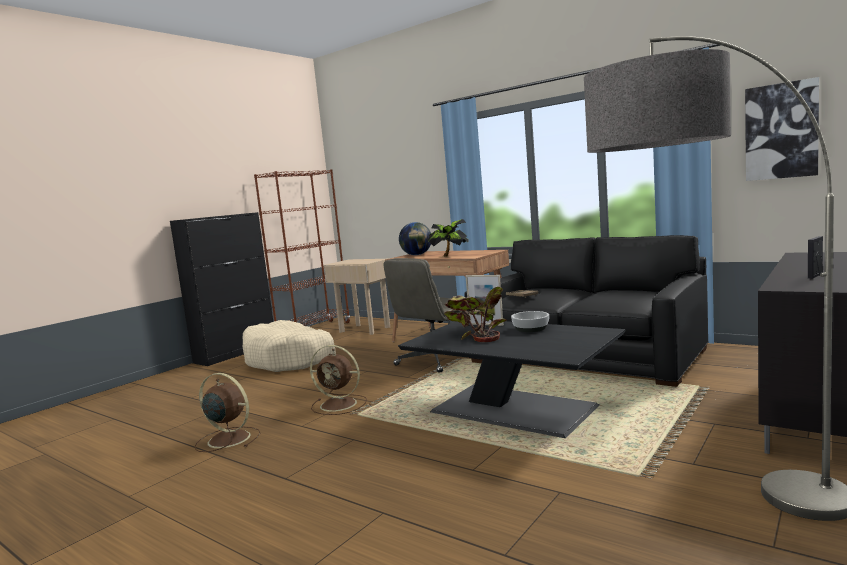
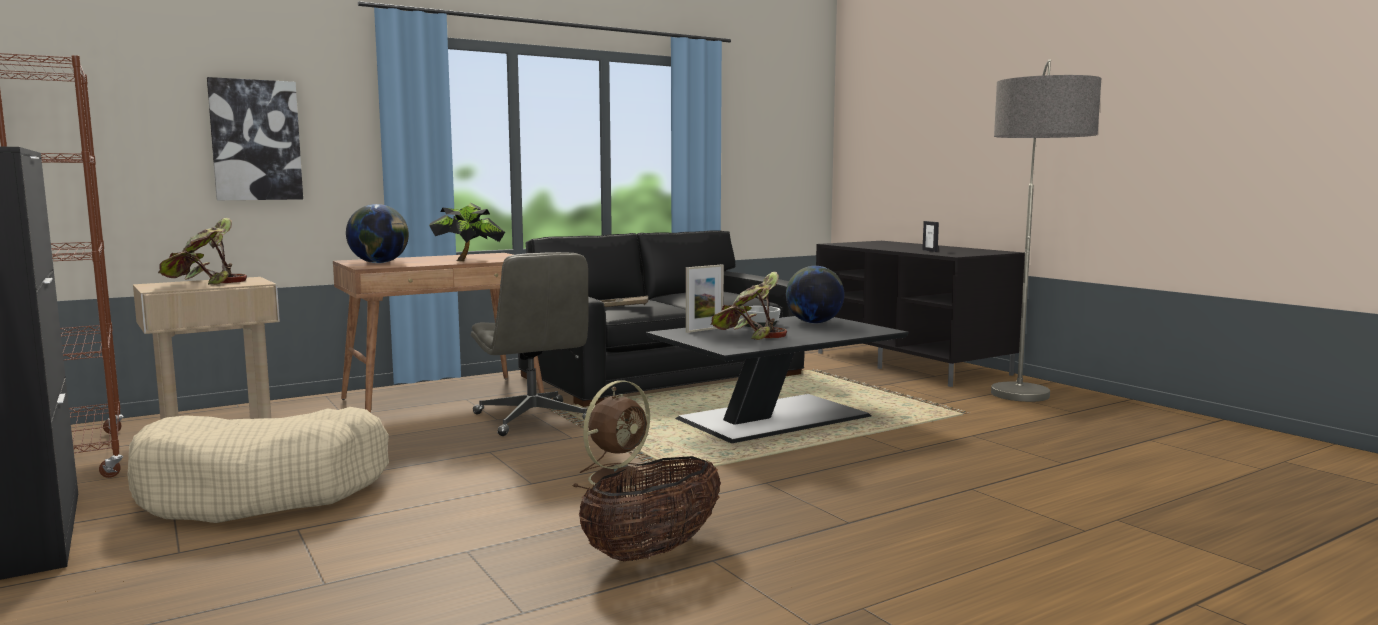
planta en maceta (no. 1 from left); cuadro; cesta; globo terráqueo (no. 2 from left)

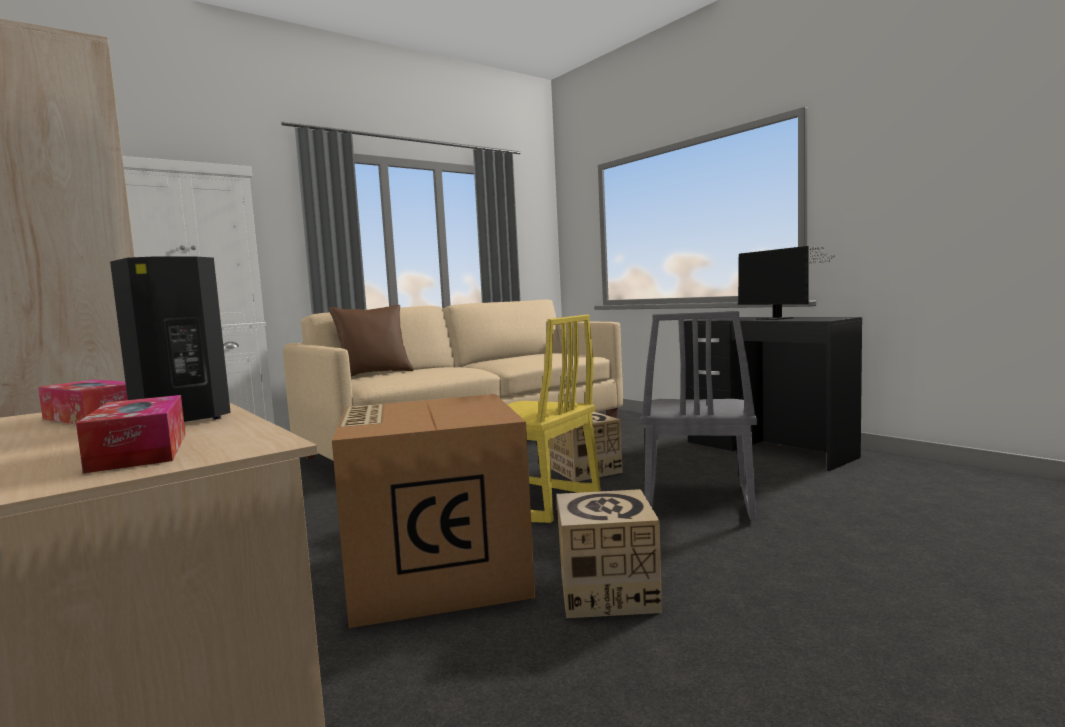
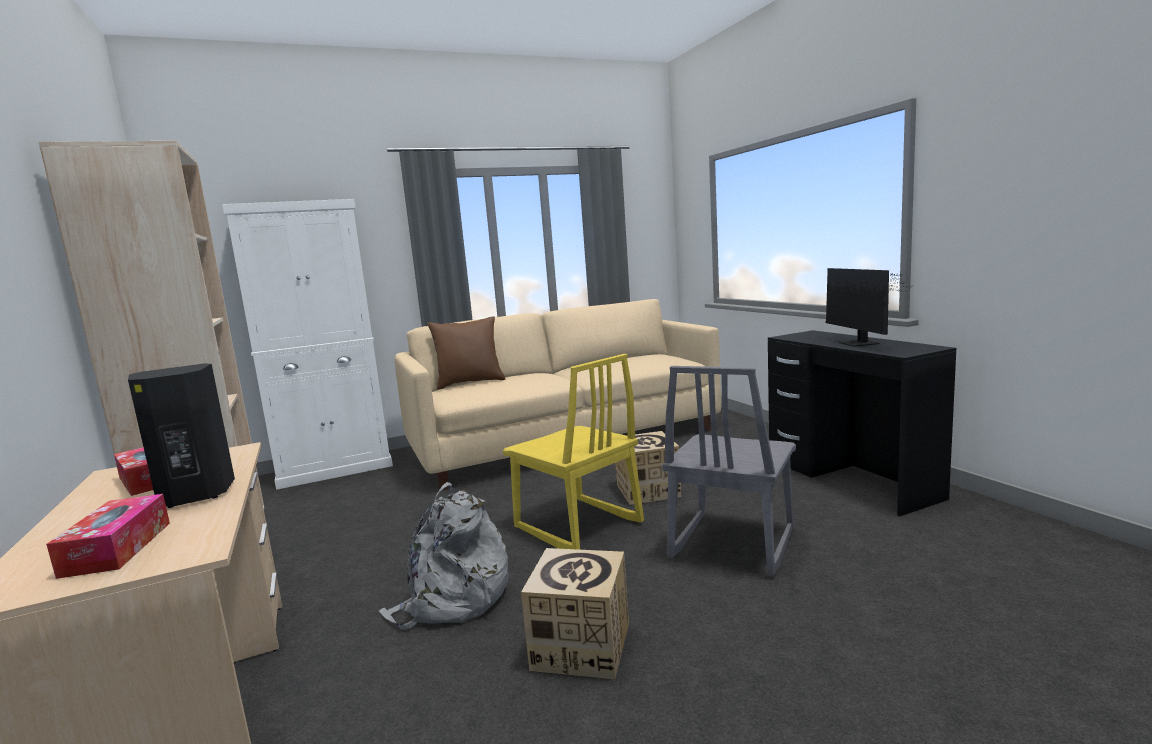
mochila [gris]

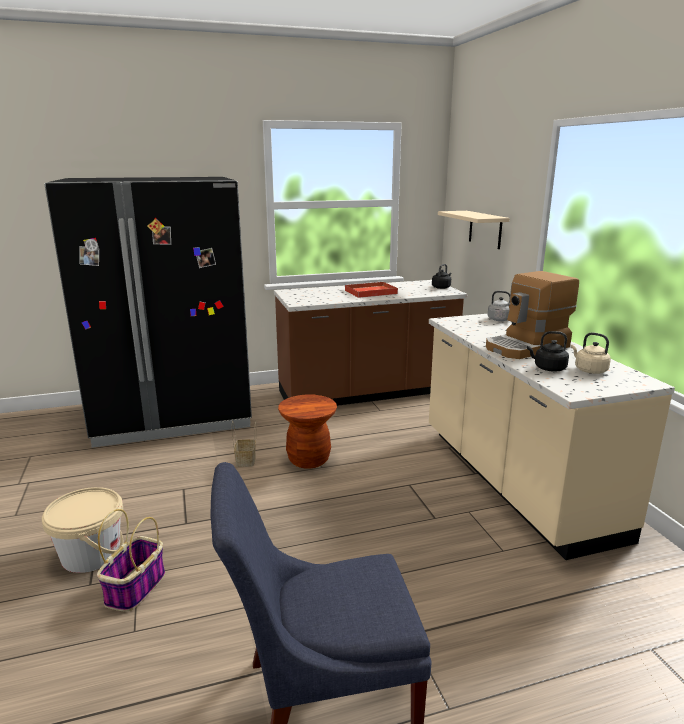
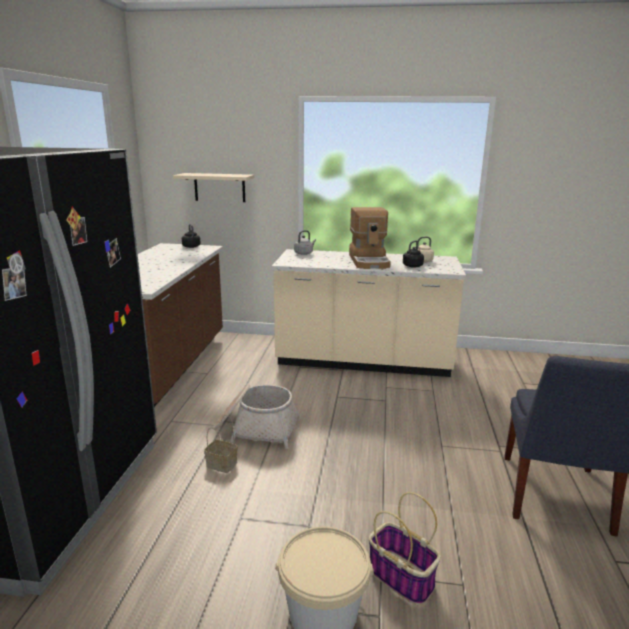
cesta (no. 2 from left); bandeja [rojo]

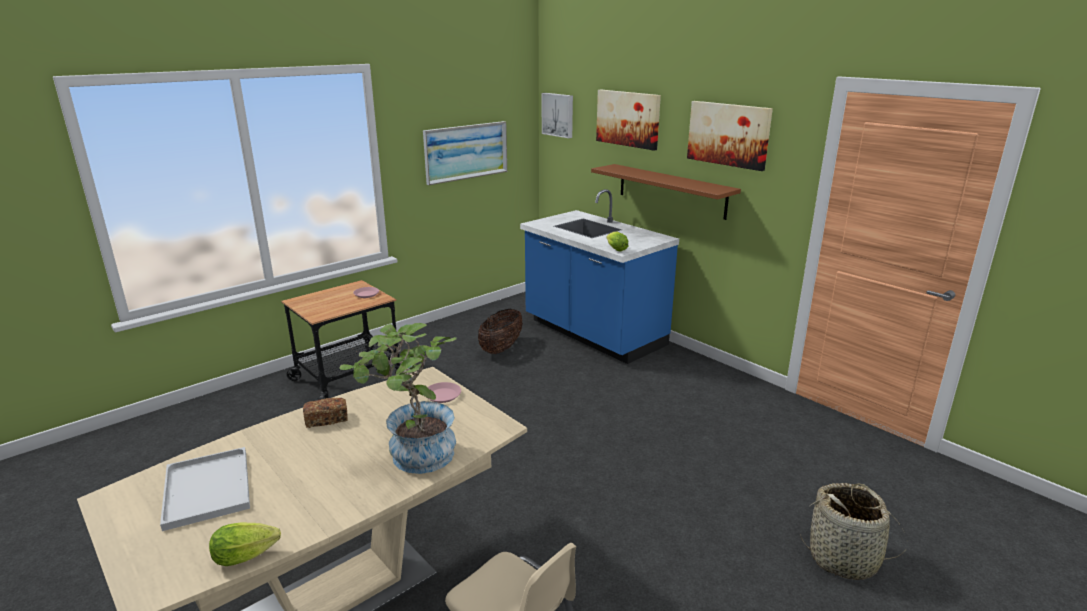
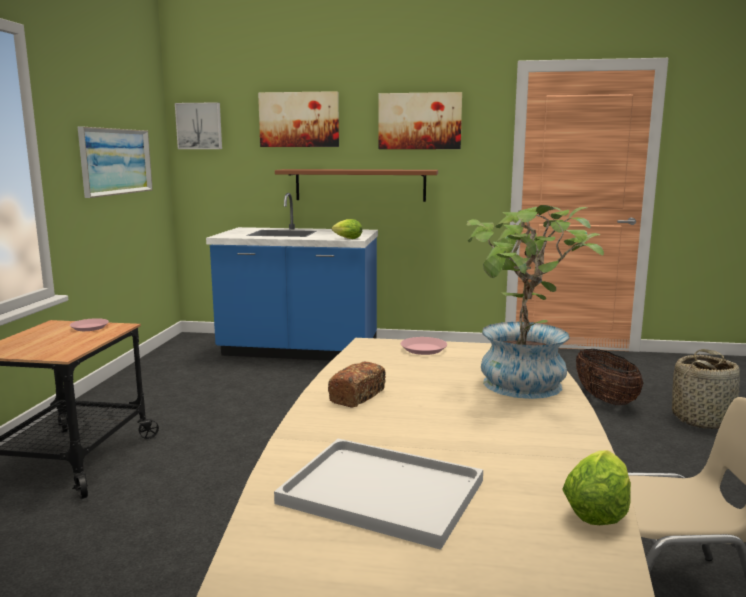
cesta (no. 1 from left)

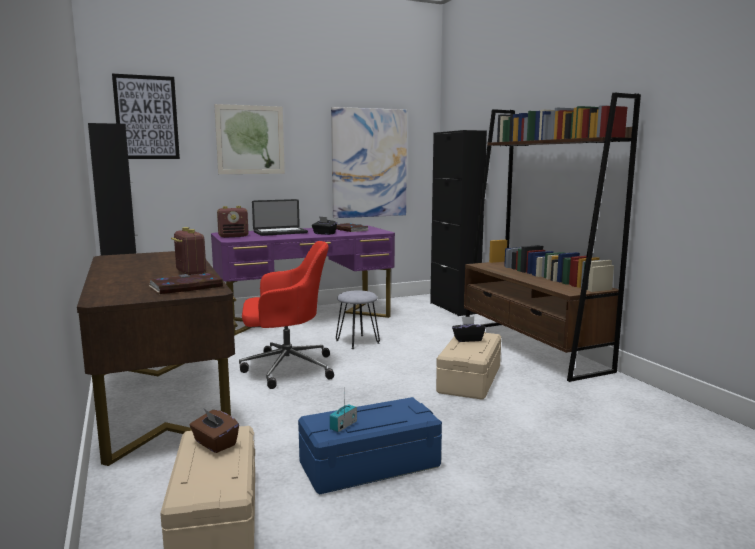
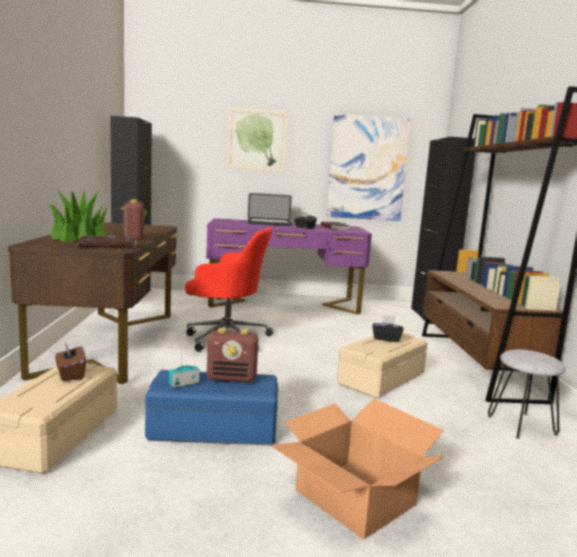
planta en maceta; radio (no. 3 from left); caja de cartón; taburete [gris]; cuadro (no. 1 from left in the first image)

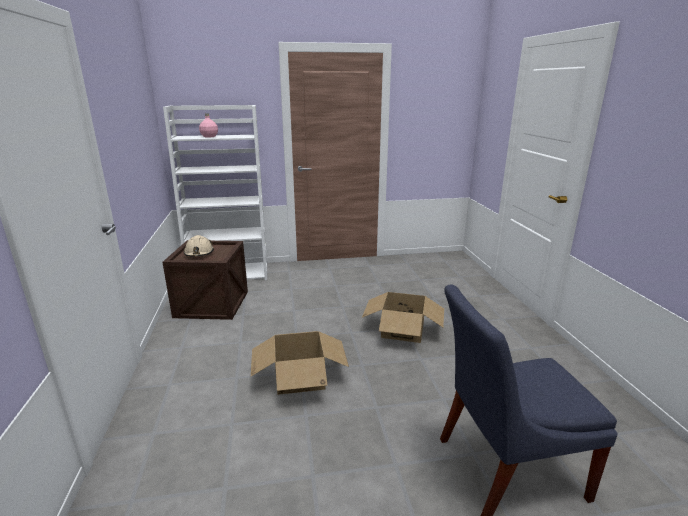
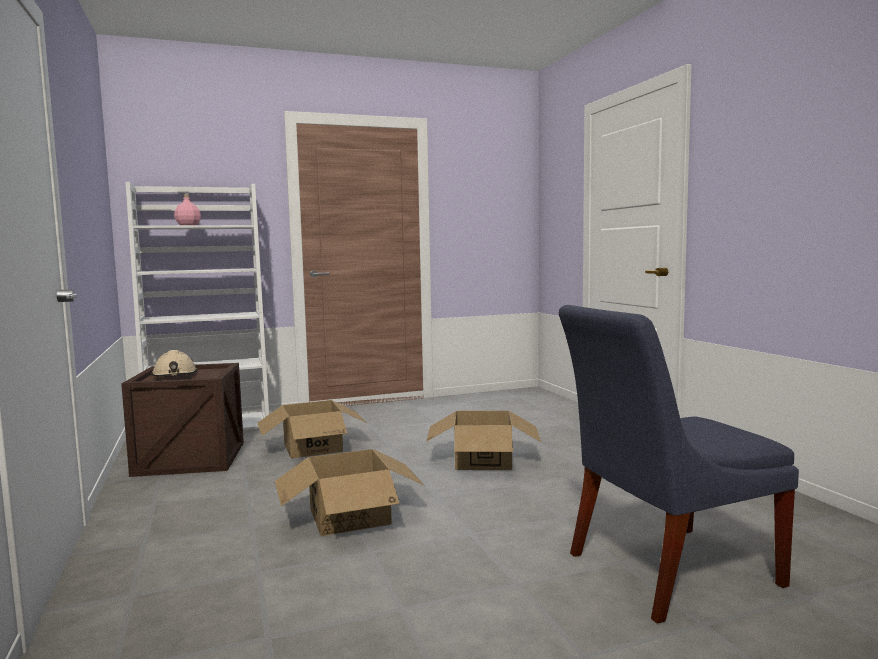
caja de cartón (no. 1 from left)

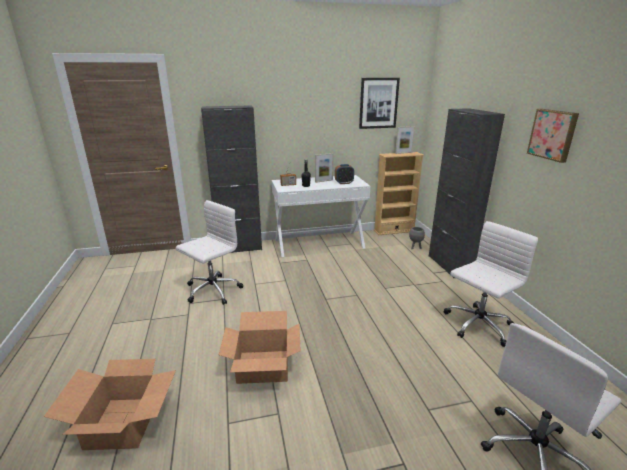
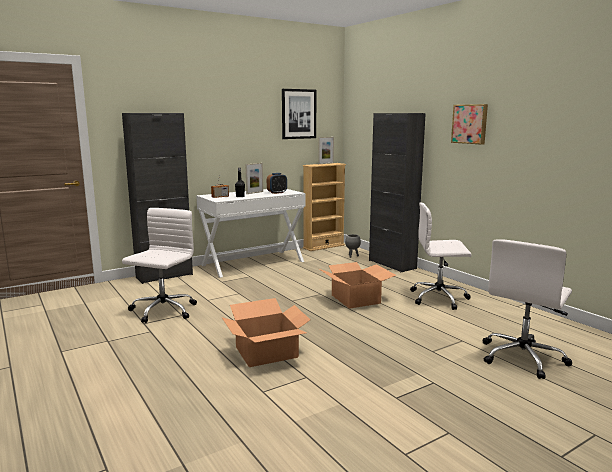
caja de cartón (no. 2 from left); silla de oficina [blanco] (no. 2 from left)

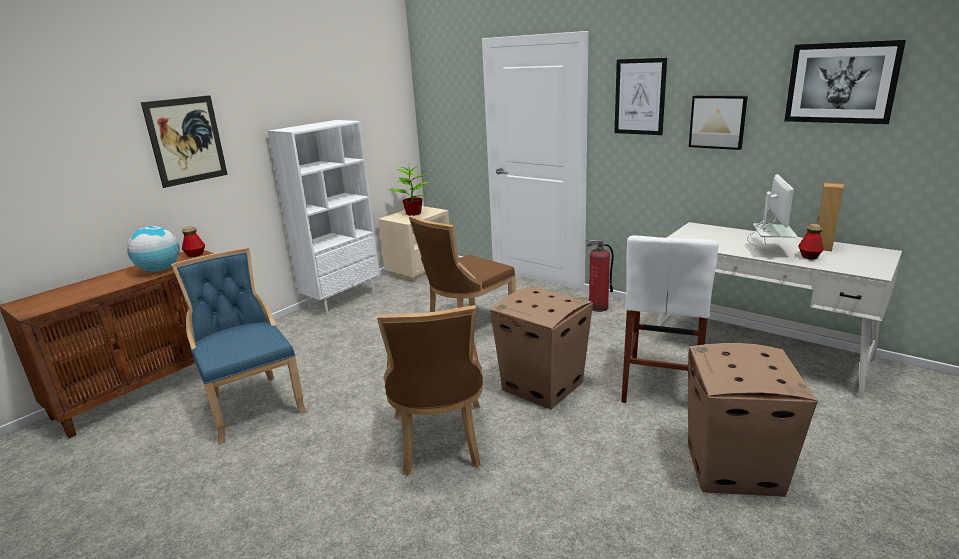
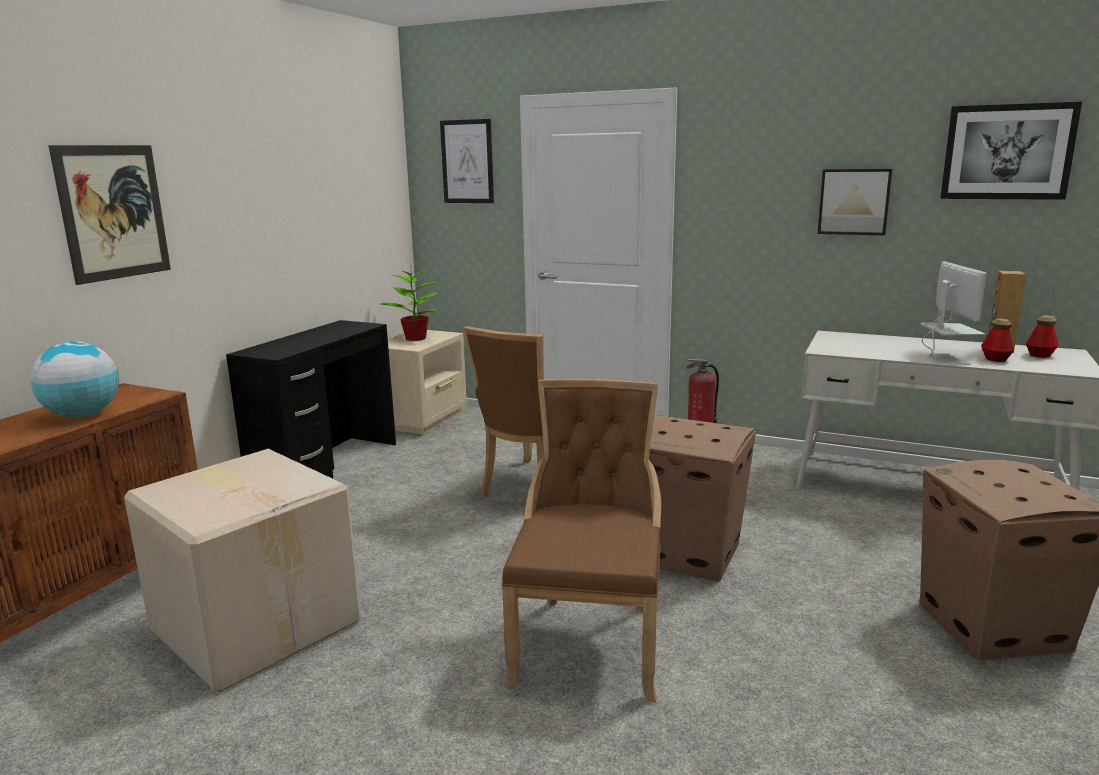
caja de cartón (no. 1 from left); escritorio [negro]; cuadro (no. 2 from left); silla [marrón] (no. 2 from left); botella (no. 2 from left); taburete [blanco]

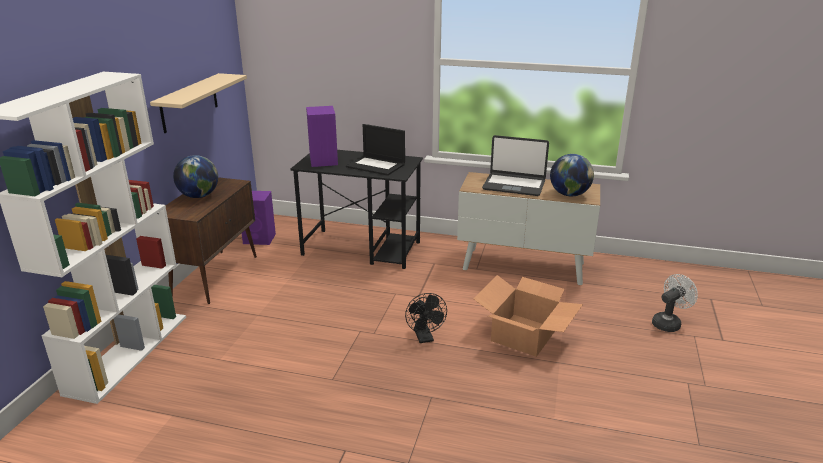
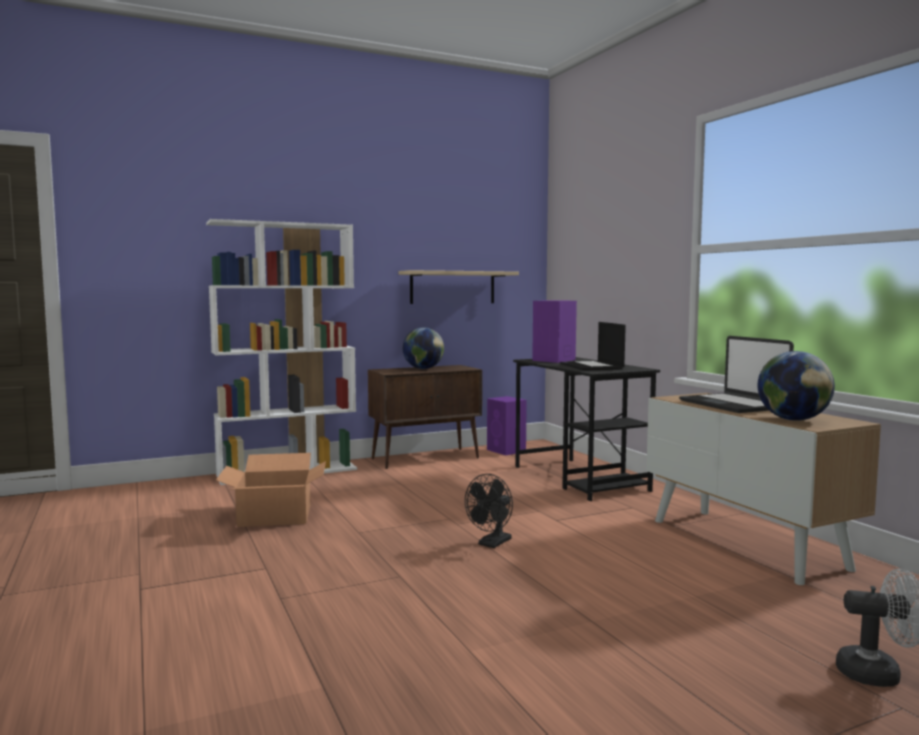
caja de cartón

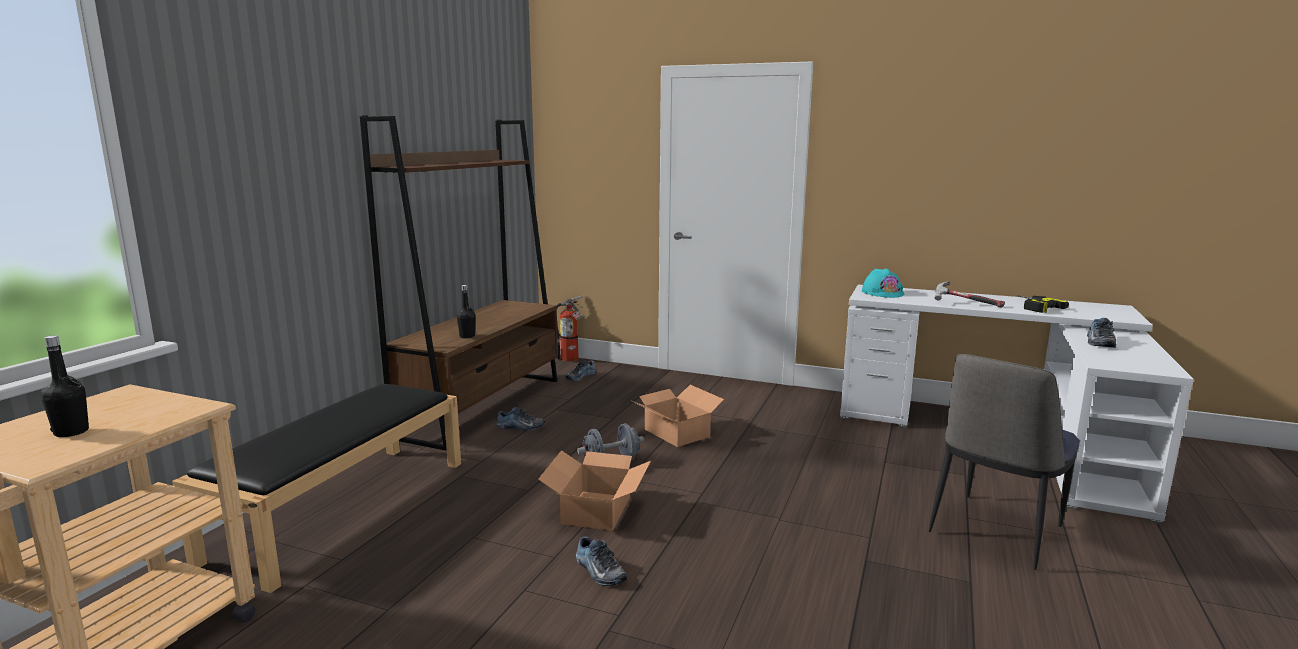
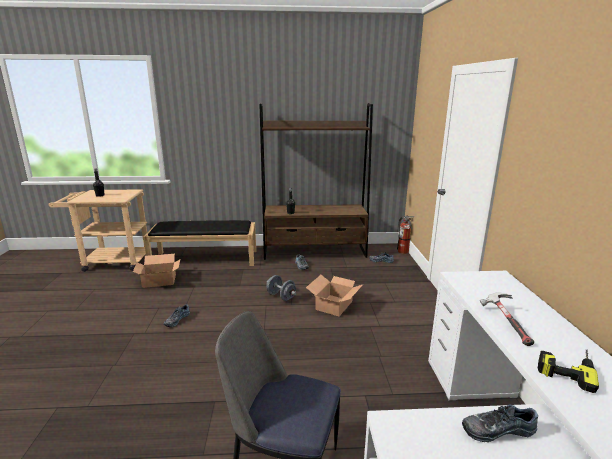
caja de cartón (no. 1 from left); casco [turquesa]

